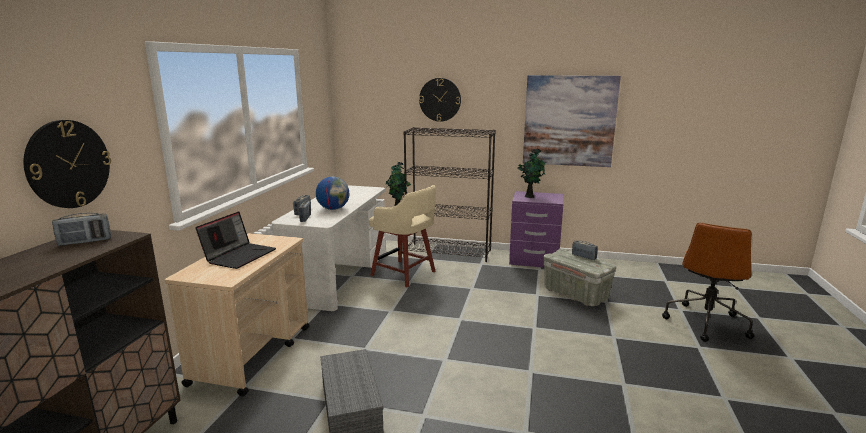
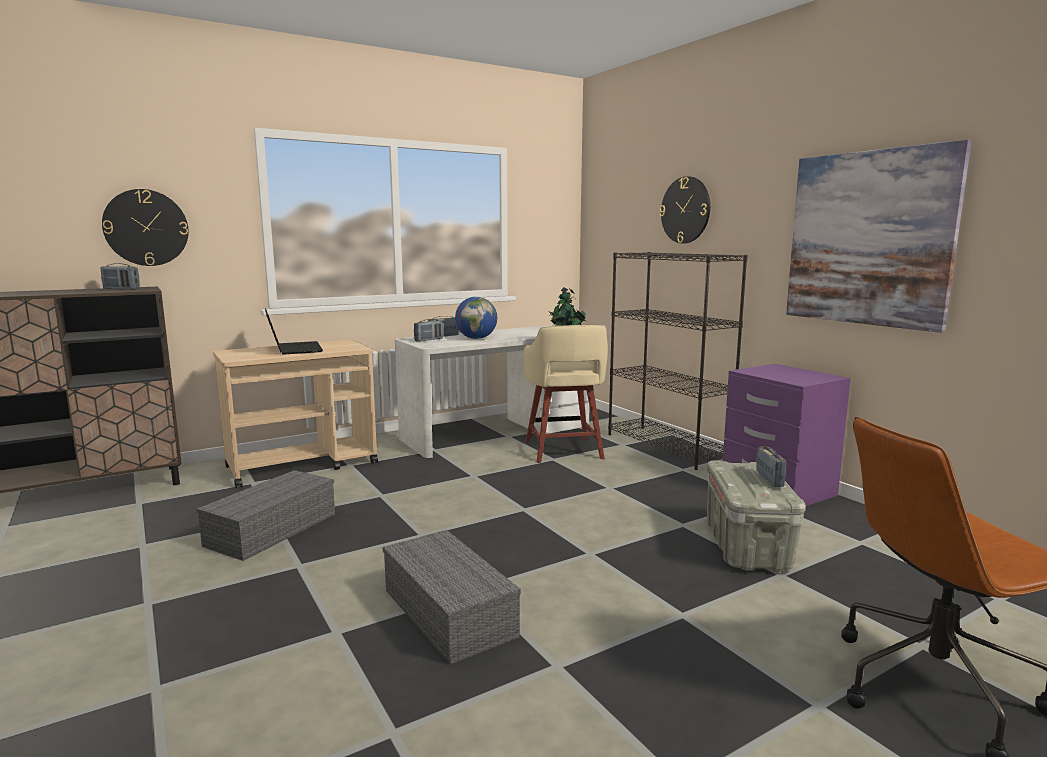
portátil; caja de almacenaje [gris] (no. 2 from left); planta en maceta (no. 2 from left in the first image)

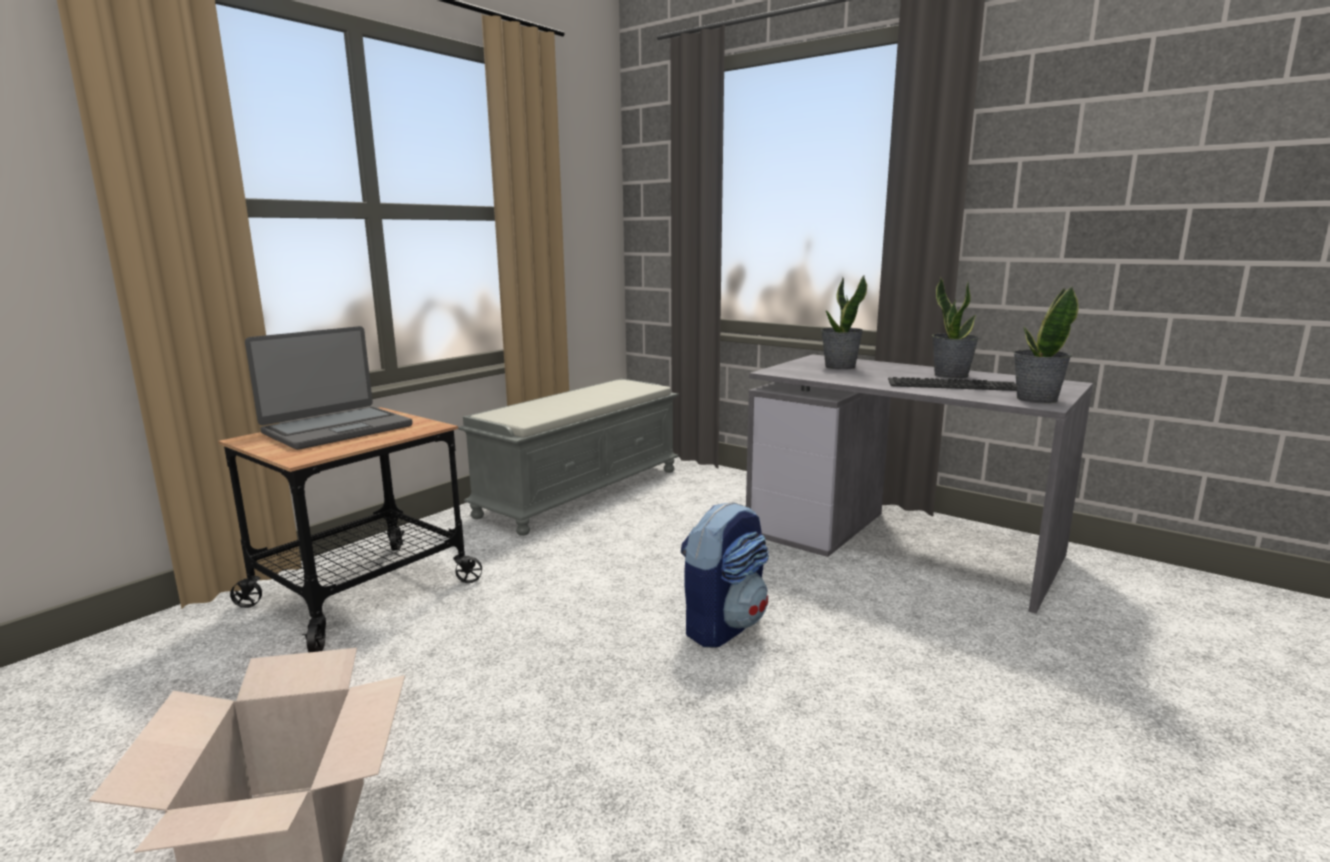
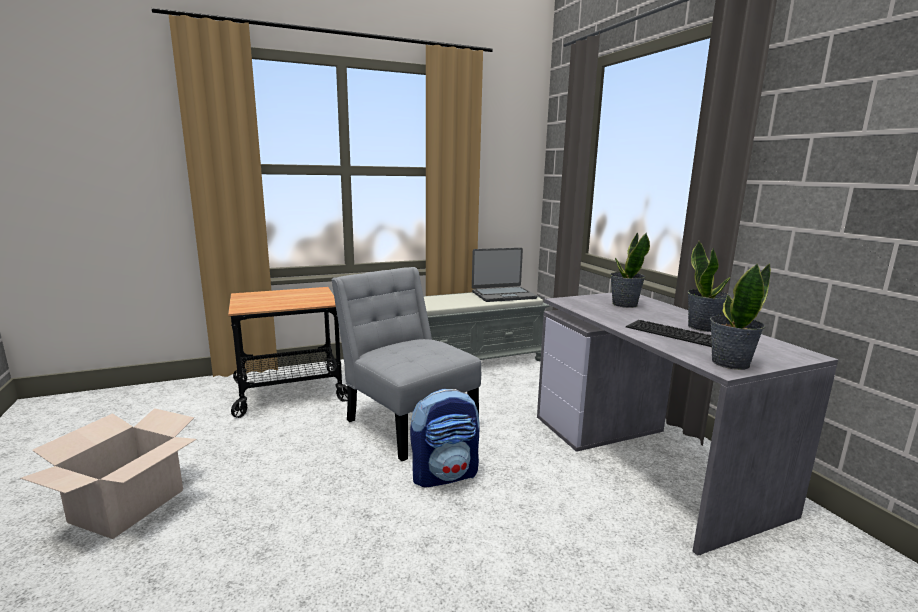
silla [gris]; portátil

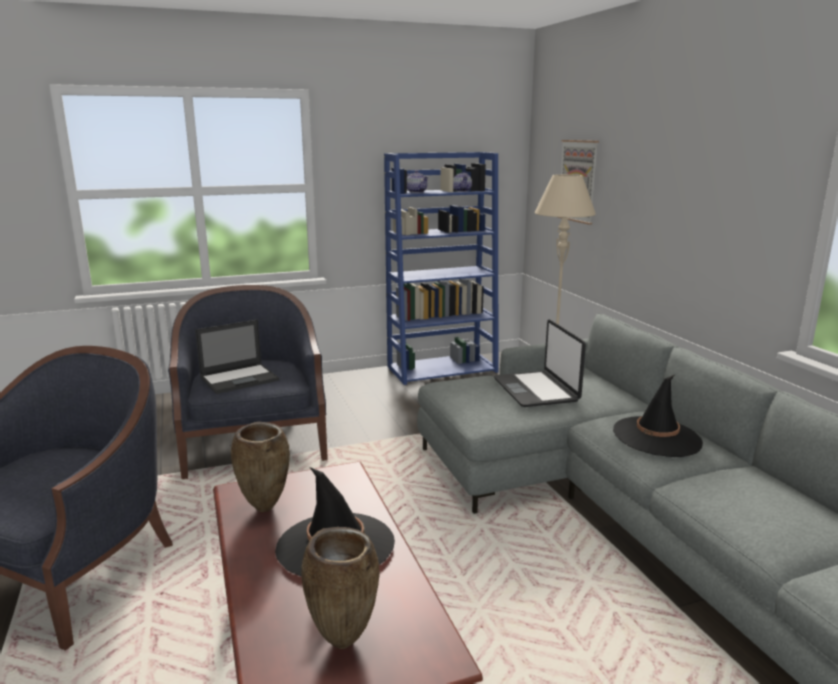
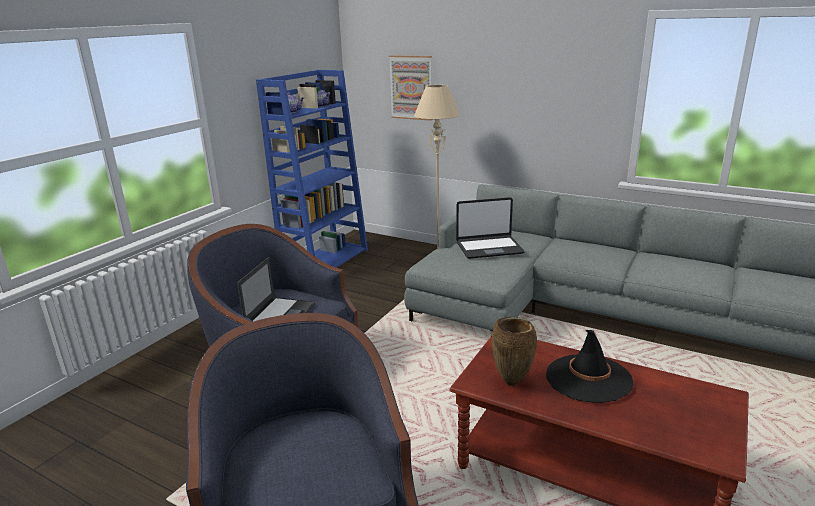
portátil (no. 2 from left); florero [marrón] (no. 2 from left in the first image); sombrero [negro] (no. 2 from left in the first image)

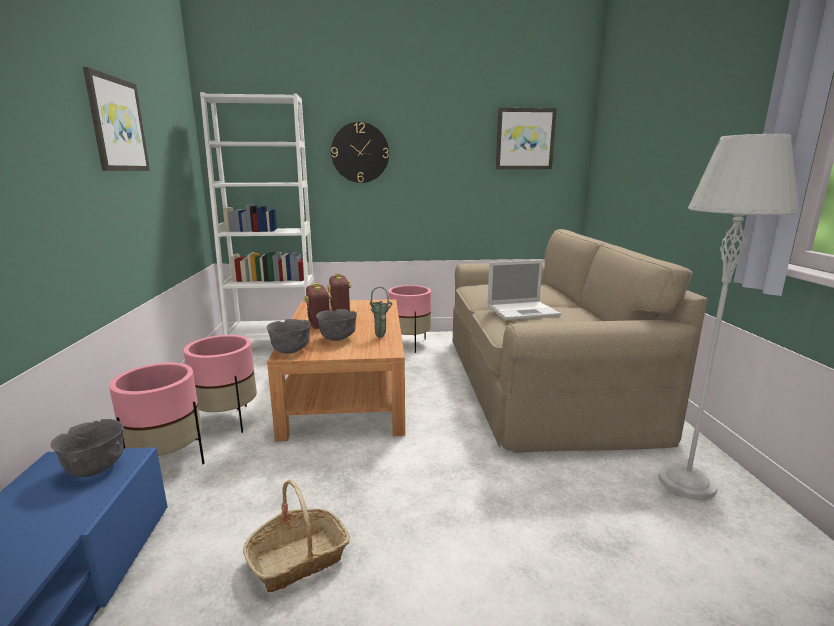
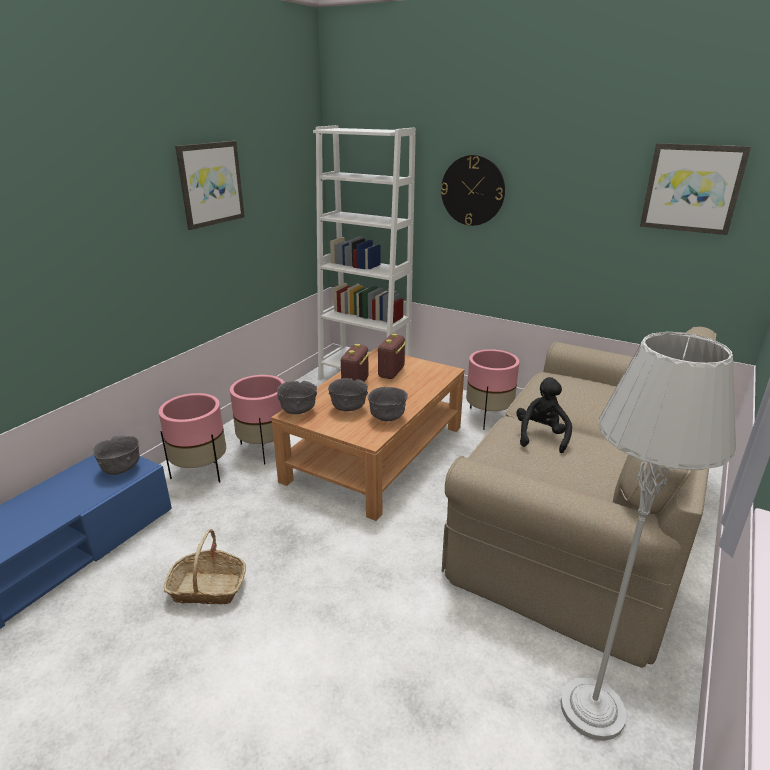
cuenco [gris] (no. 4 from left); peluche [negro]

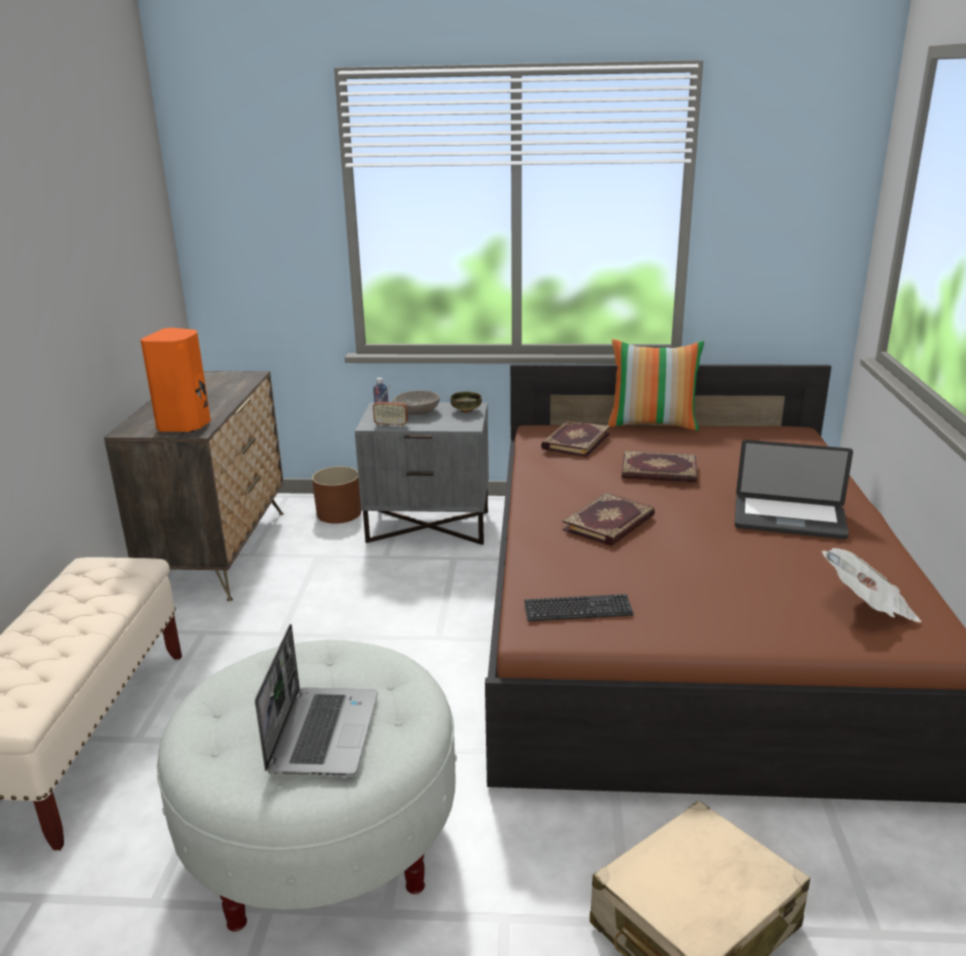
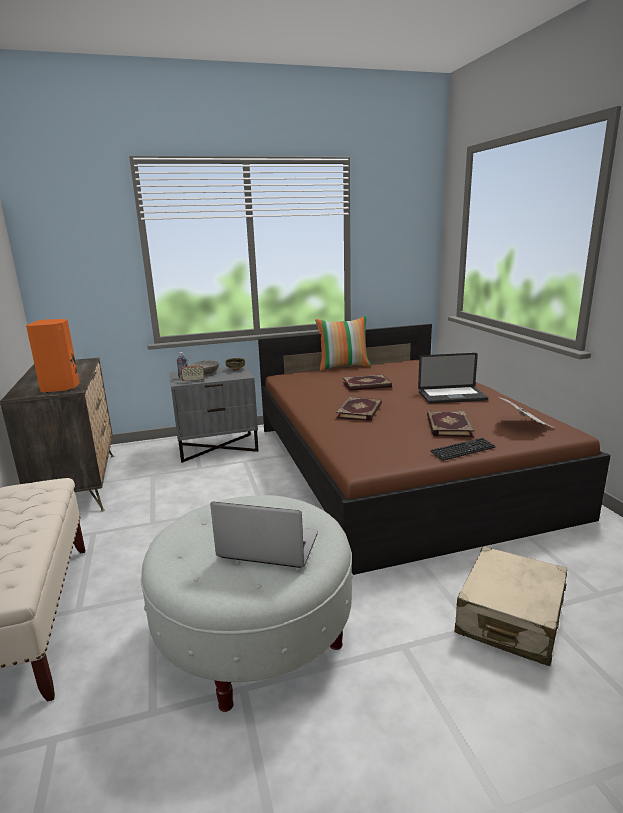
portátil (no. 1 from left); libro (no. 3 from left); teclado; maceta [marrón]

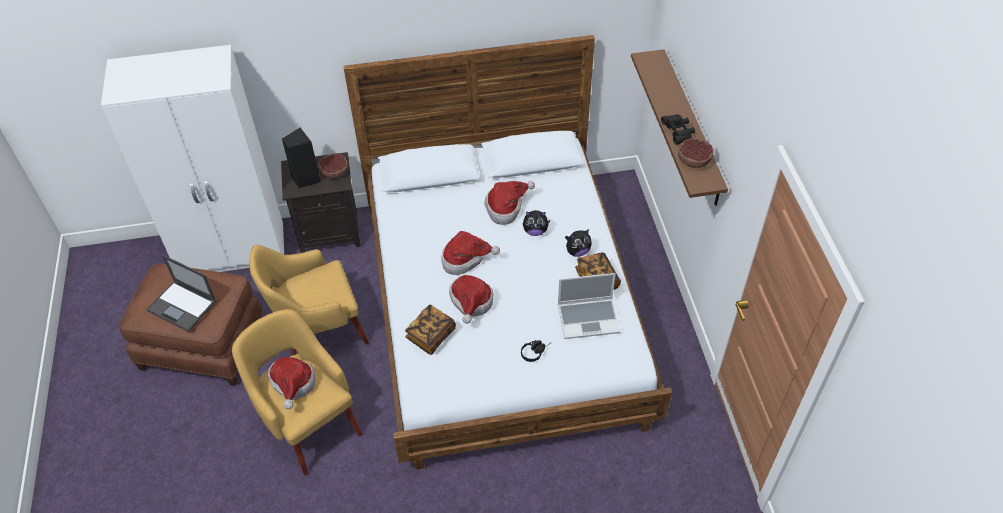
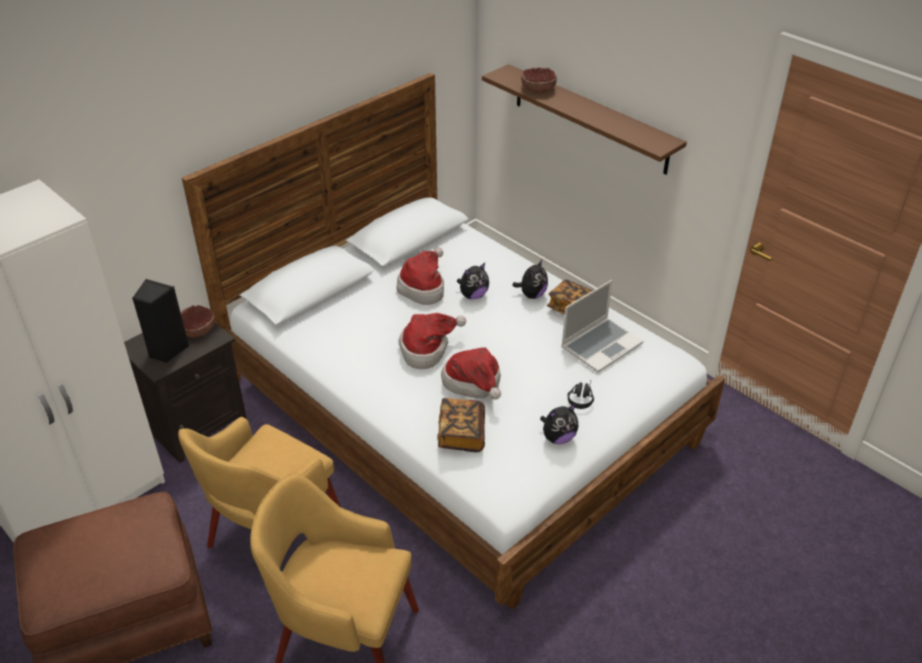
cuenco (no. 2 from left); peluche (no. 3 from left); portátil (no. 1 from left in the first image); sombrero (no. 1 from left in the first image); prismáticos [negro]

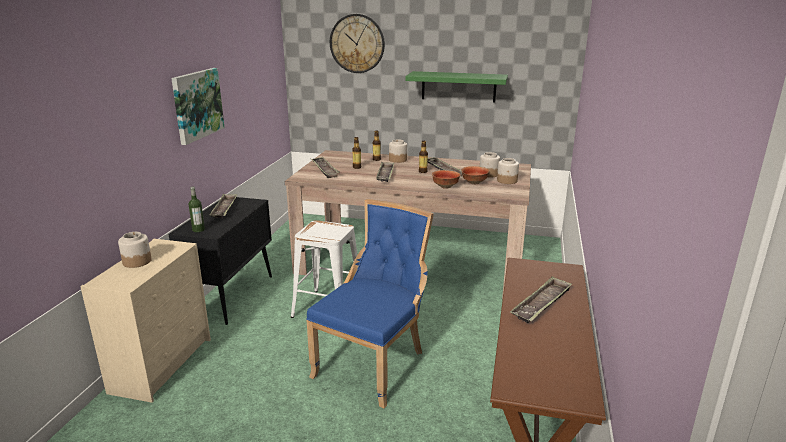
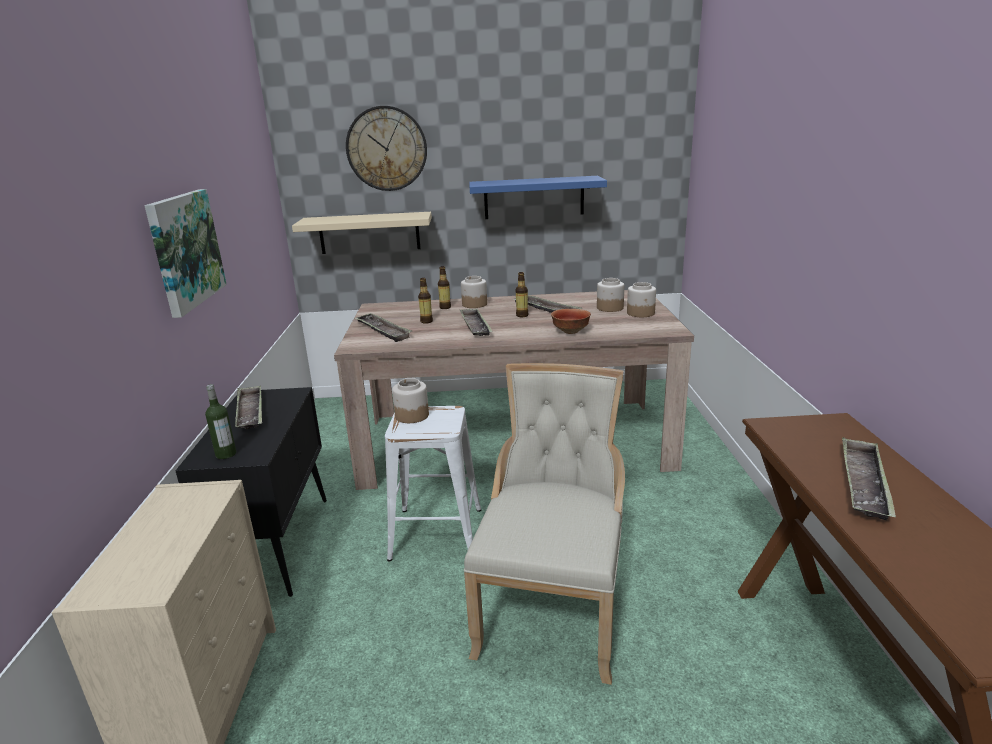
estante [beis]; tarro (no. 1 from left); silla [beis]; estante [azul]; cuenco (no. 2 from left in the first image)

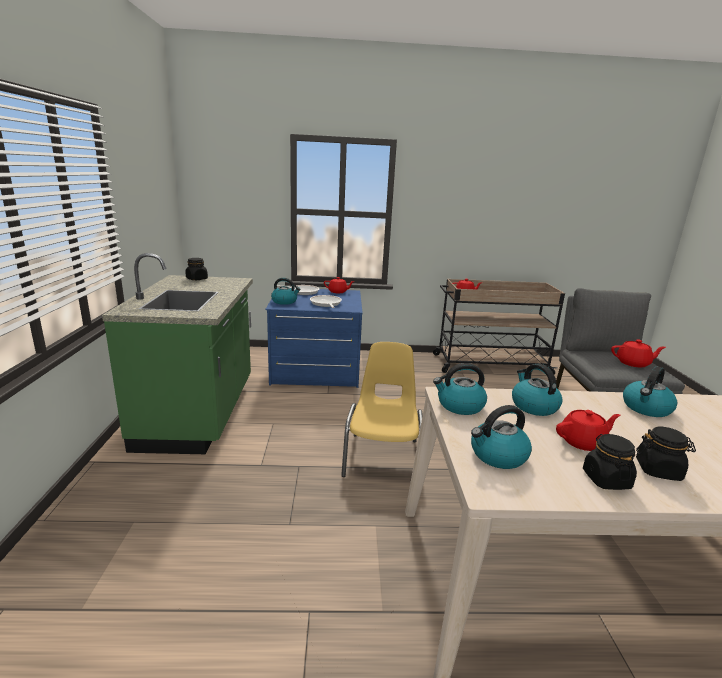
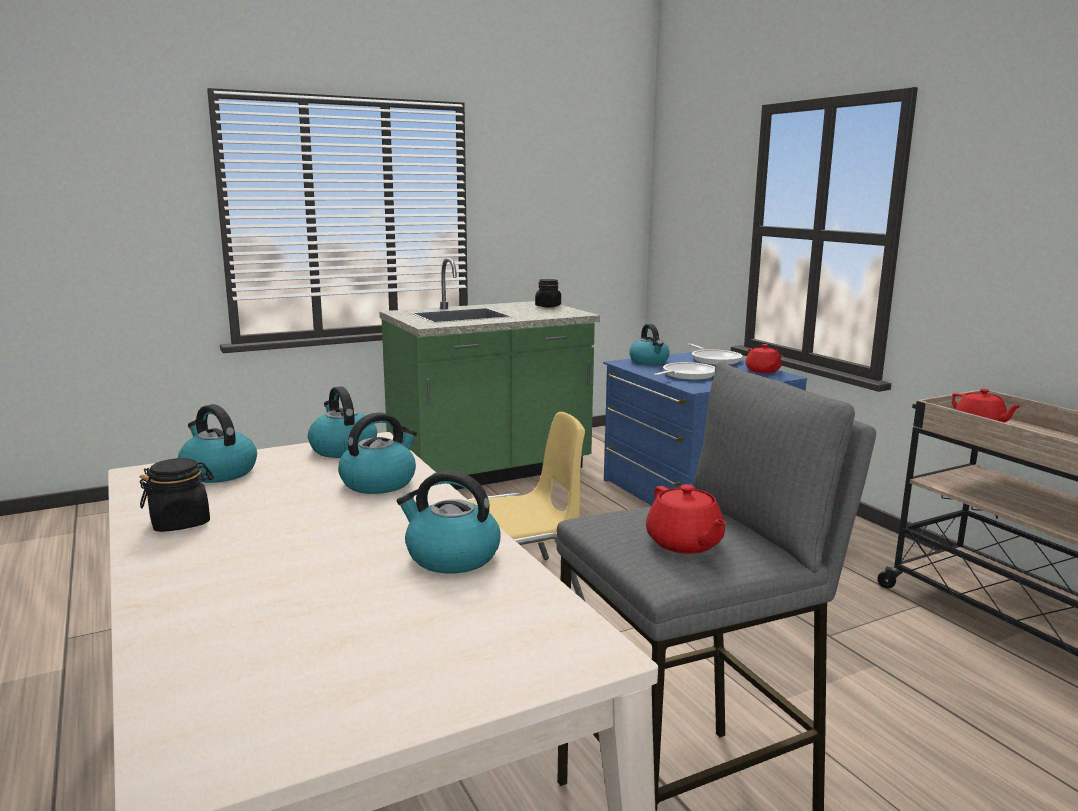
tetera [rojo] (no. 3 from left in the first image); tarro [negro] (no. 3 from left in the first image)

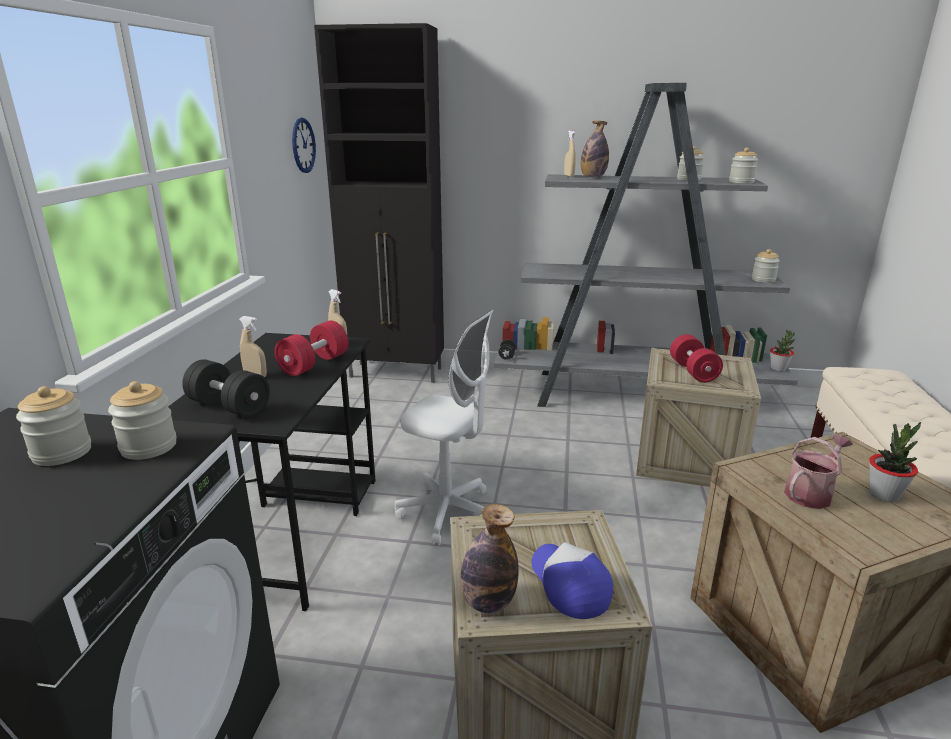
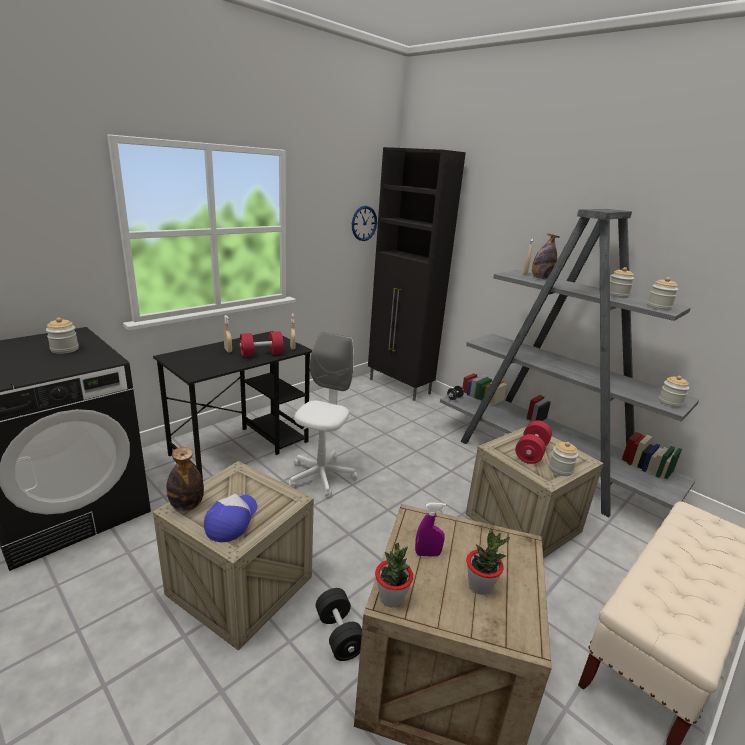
silla de oficina [blanco]; mancuerna [negro] (no. 1 from left); planta en maceta (no. 1 from left); pulverizador [morado]; tarro (no. 2 from left)

